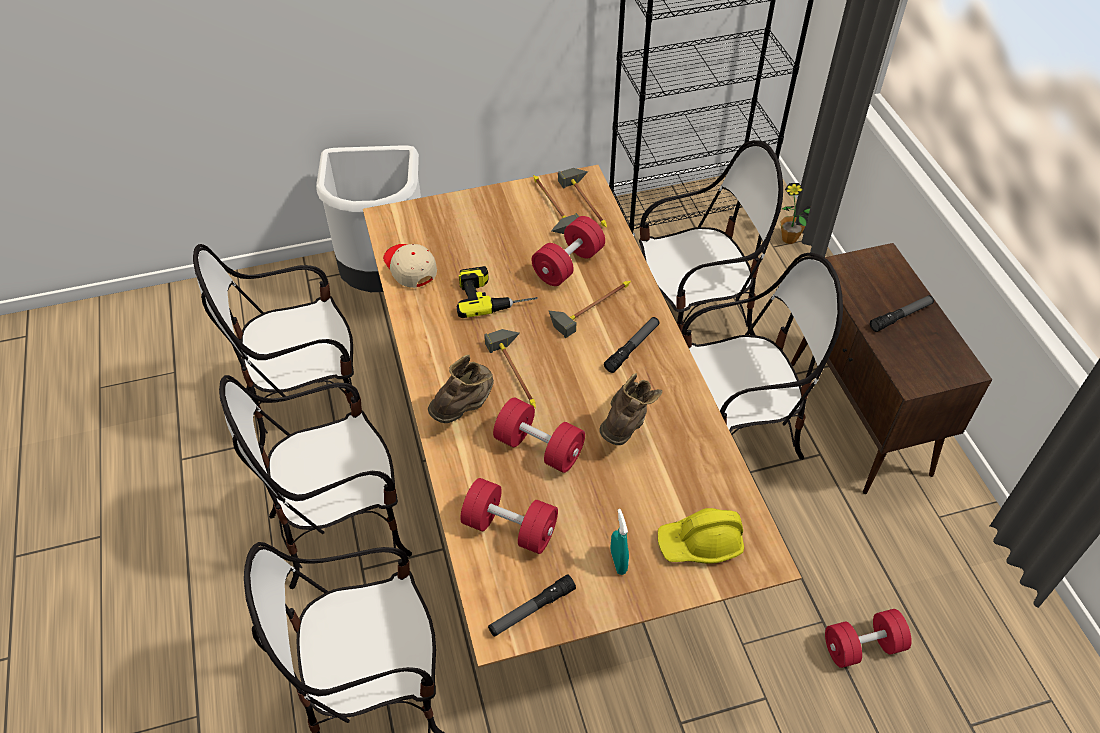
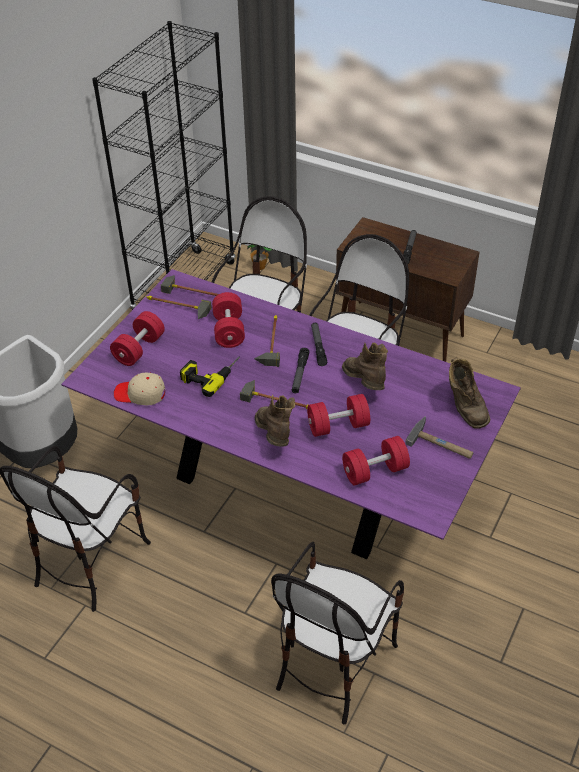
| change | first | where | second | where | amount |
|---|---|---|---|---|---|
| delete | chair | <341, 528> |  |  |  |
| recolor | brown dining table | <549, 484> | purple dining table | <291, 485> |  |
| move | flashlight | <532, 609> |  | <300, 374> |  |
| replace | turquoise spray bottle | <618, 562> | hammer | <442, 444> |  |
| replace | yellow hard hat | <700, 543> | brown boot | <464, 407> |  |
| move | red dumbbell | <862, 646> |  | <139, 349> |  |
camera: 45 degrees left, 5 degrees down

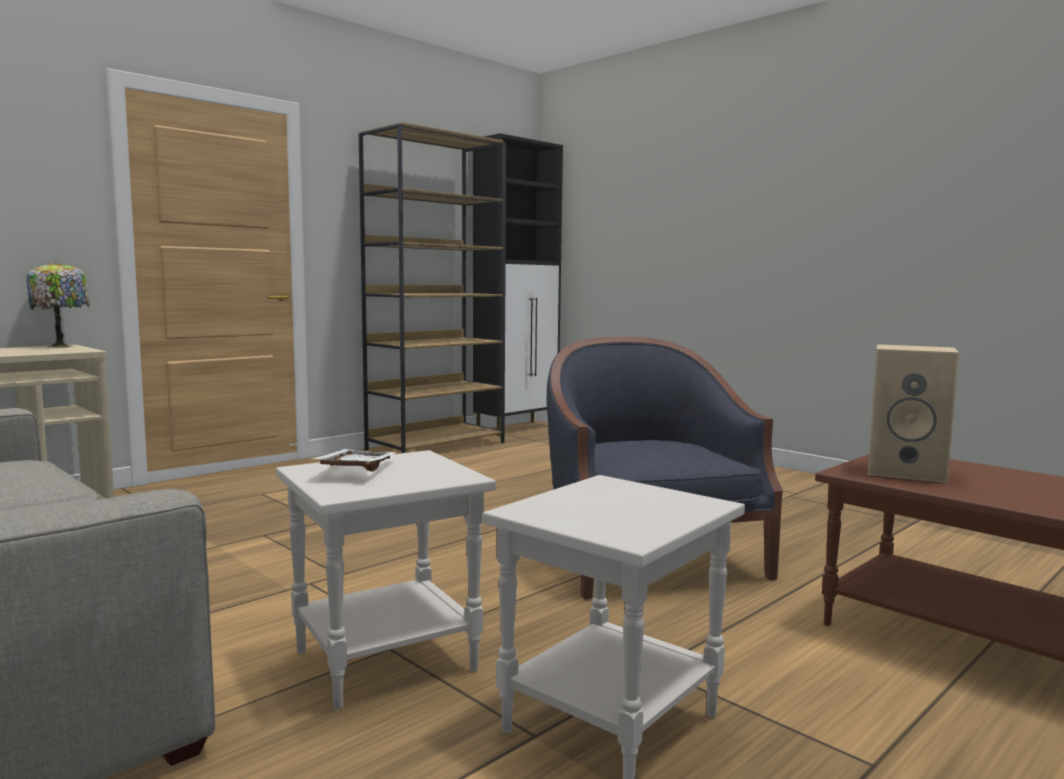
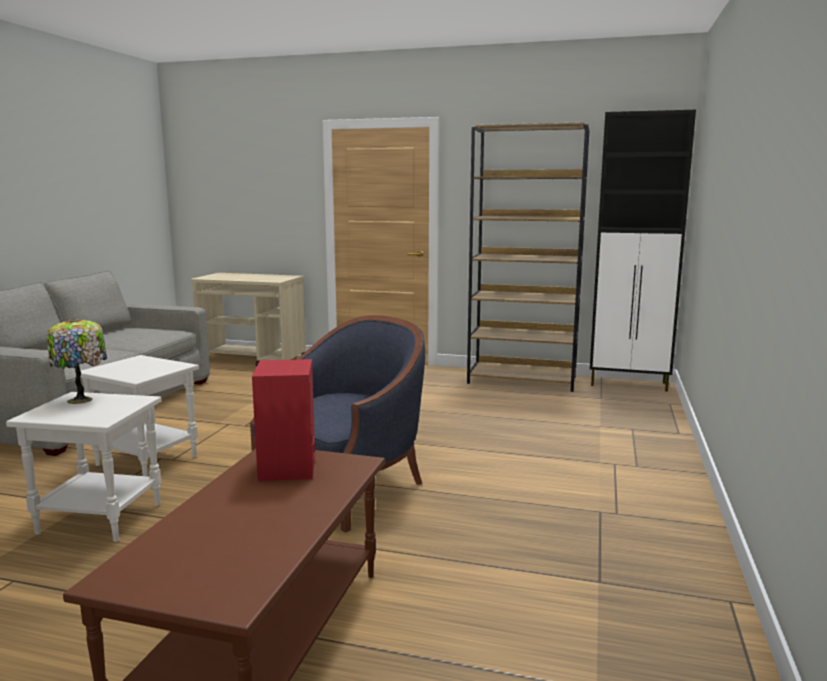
| change | first | where | second | where | amount |
|---|---|---|---|---|---|
| move | table lamp | <62, 346> |  | <82, 400> |  |
| delete | white tray | <354, 470> |  |  |  |
| recolor | beige speaker | <908, 471> | red speaker | <289, 468> |  |
camera: 60 degrees right, 5 degrees up

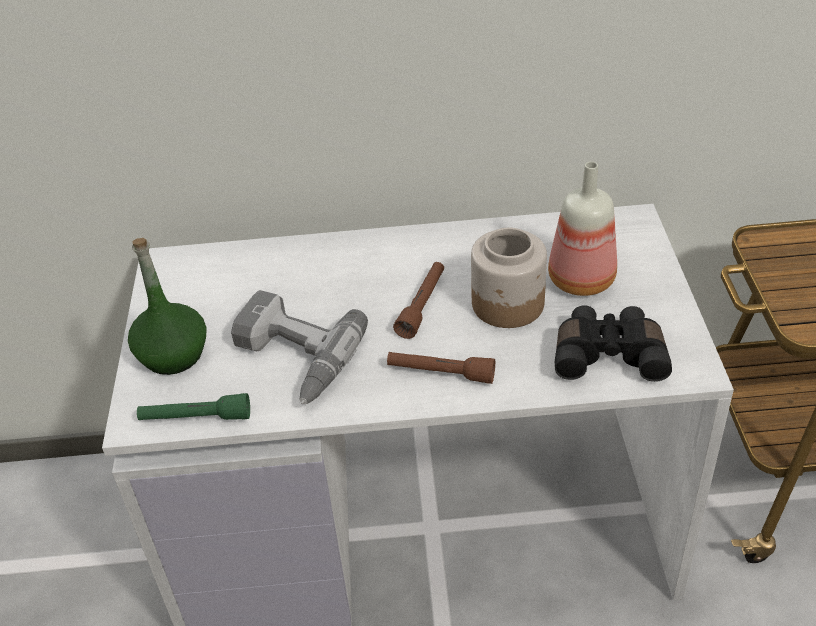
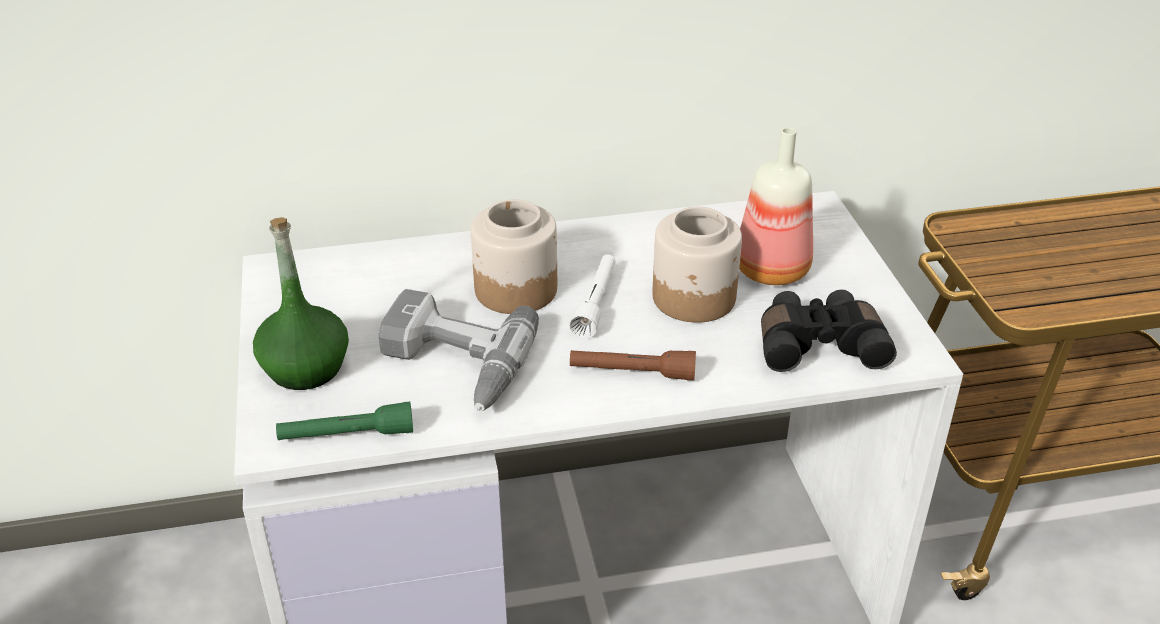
| change | first | where | second | where | amount |
|---|---|---|---|---|---|
| recolor | brown flashlight | <422, 305> | white flashlight | <596, 303> |  |
| insert |  |  | jar | <515, 289> |  |
camera: 10 degrees left, 5 degrees down

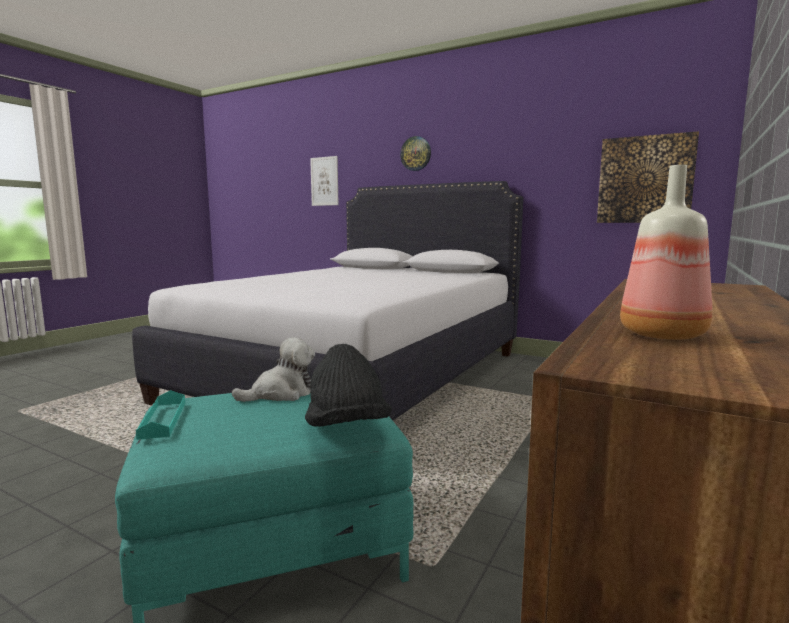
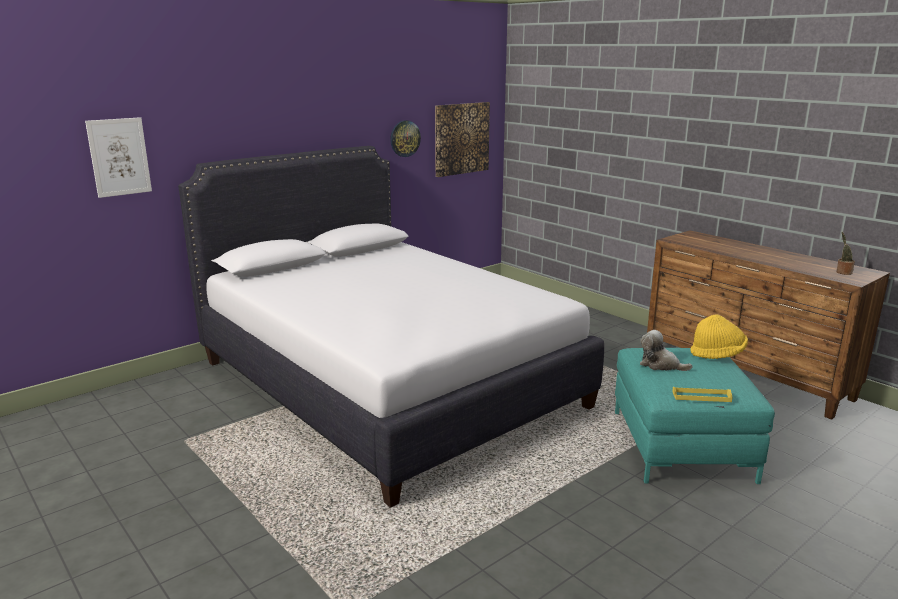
| change | first | where | second | where | amount |
|---|---|---|---|---|---|
| recolor | turquoise tray | <163, 419> | yellow tray | <701, 396> |  |
| rotate | plush toy | <281, 394> |  | <660, 365> | 45 degrees counterclockwise |
| recolor | black hat | <347, 428> | yellow hat | <717, 354> |  |
| move | wall clock | <416, 153> |  | <404, 138> |  |
| delete | bottle | <665, 335> |  |  |  |
| insert |  |  | potted plant | <843, 272> |  |
camera: 70 degrees left, 10 degrees up

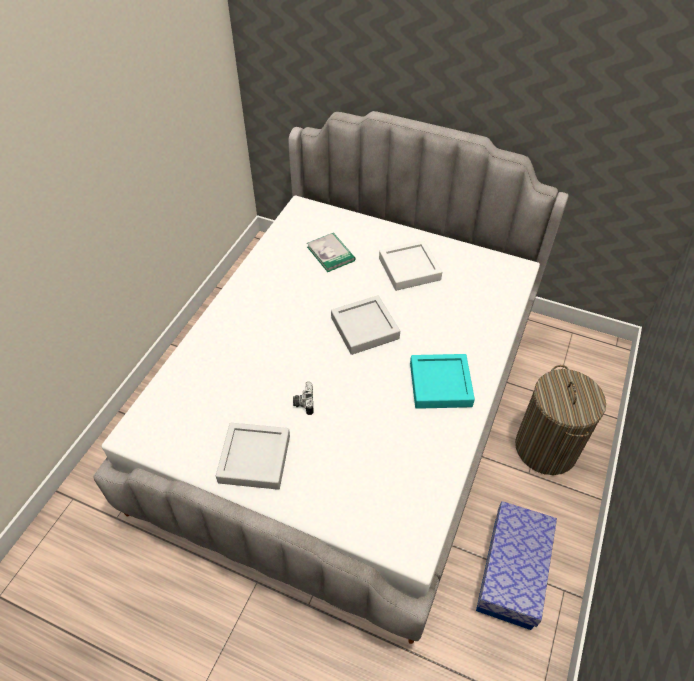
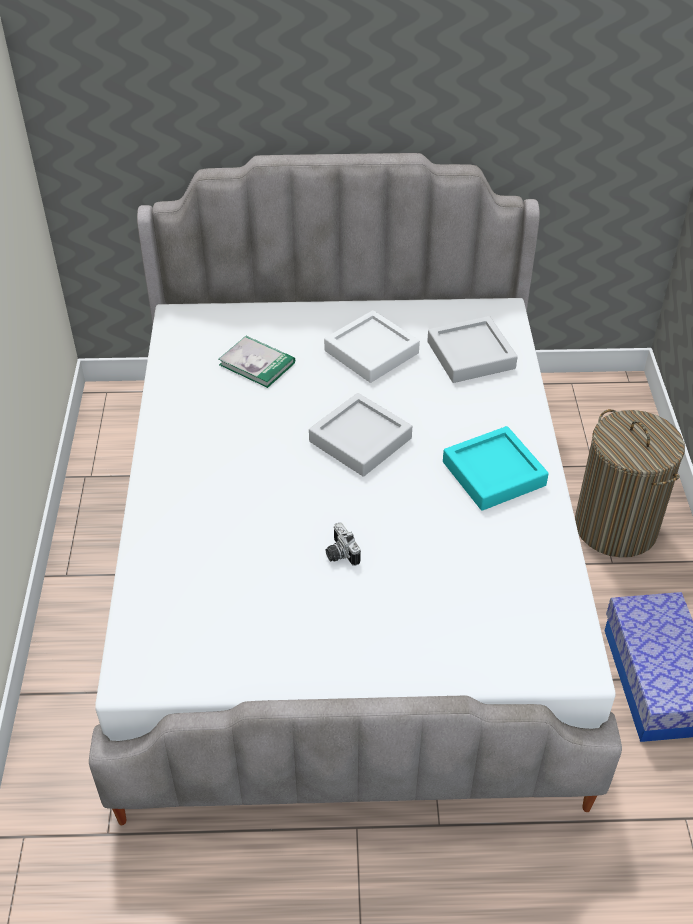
| change | first | where | second | where | amount |
|---|---|---|---|---|---|
| move | grey tray | <254, 459> |  | <471, 355> |  |
camera: 25 degrees left, 5 degrees down

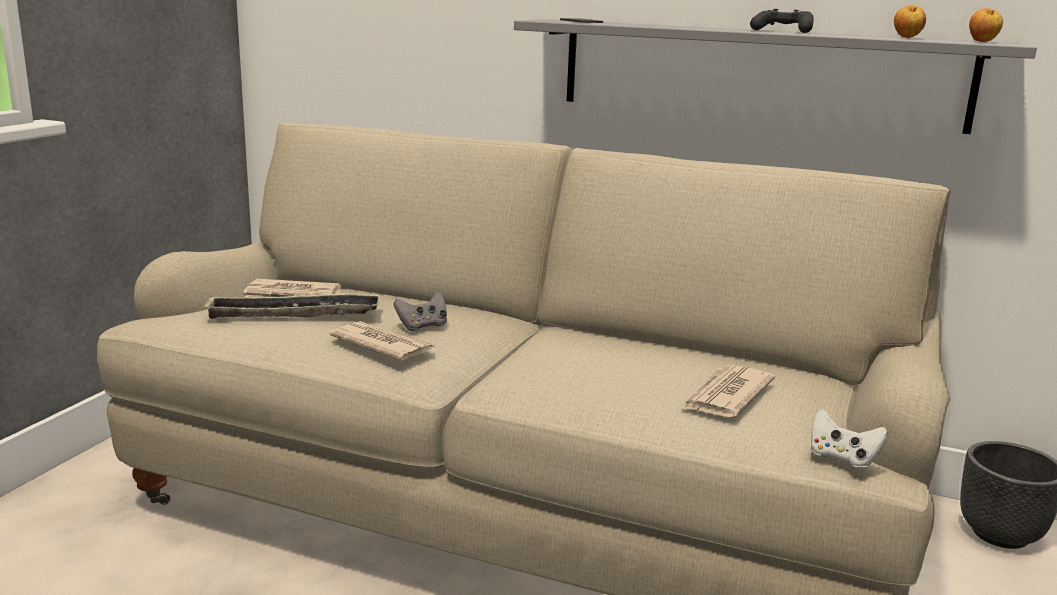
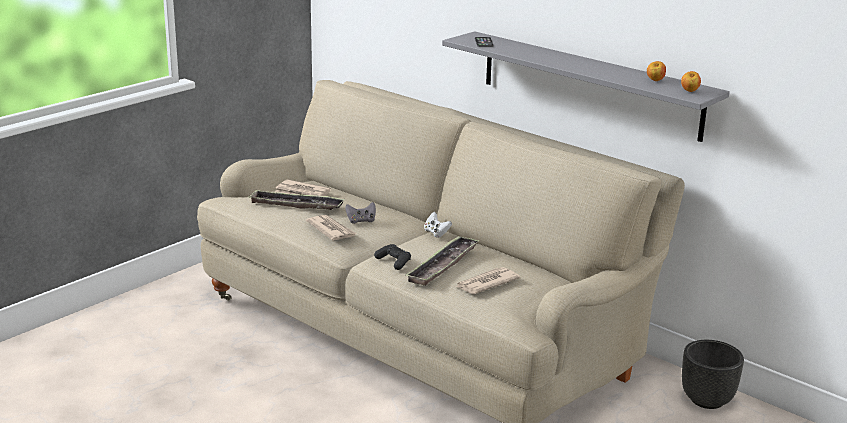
| change | first | where | second | where | amount |
|---|---|---|---|---|---|
| move | black game controller | <783, 31> |  | <393, 262> |  |
| move | white game controller | <842, 458> |  | <436, 233> |  |
| insert |  |  | tray | <443, 265> |  |
camera: 20 degrees right, 5 degrees up

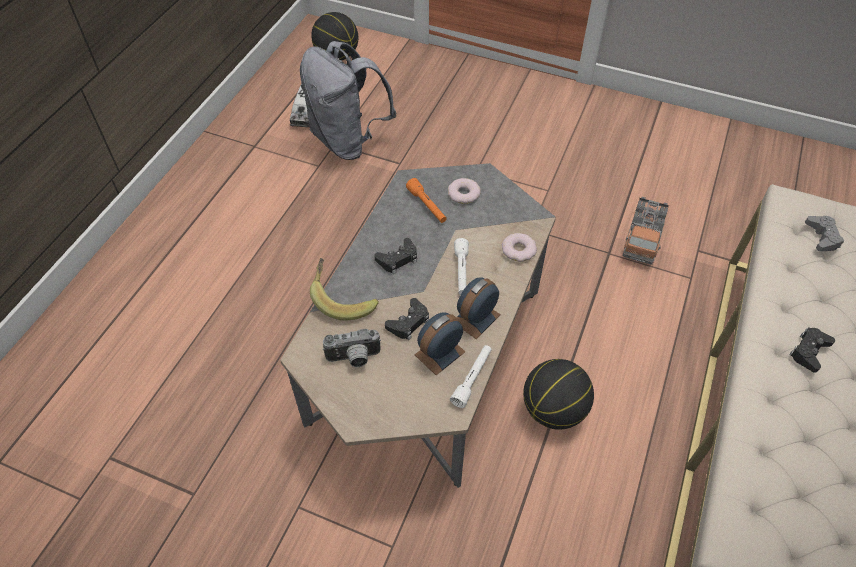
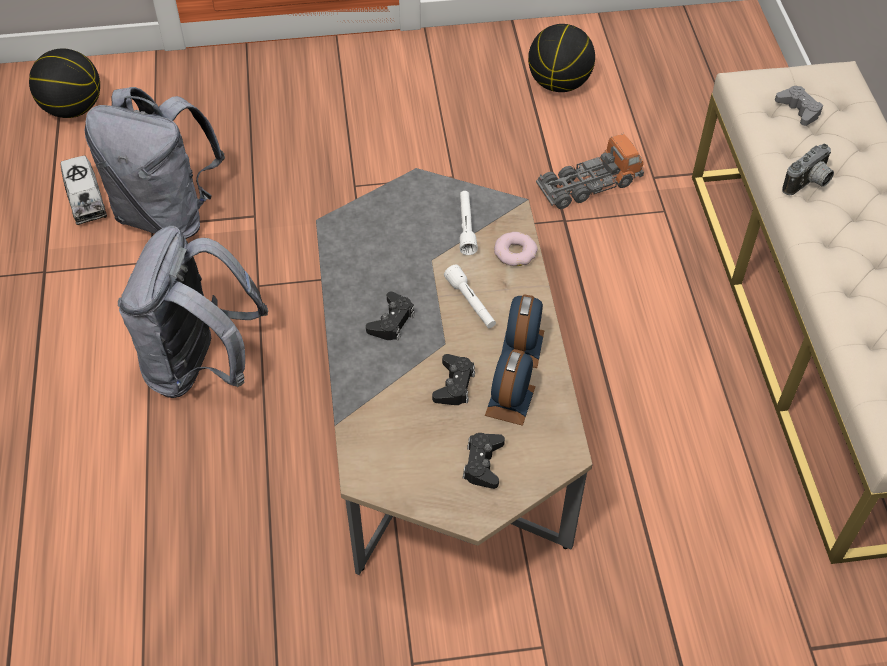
| change | first | where | second | where | amount |
|---|---|---|---|---|---|
| delete | banana | <343, 298> |  |  |  |
| move | photo camera | <354, 359> |  | <809, 184> |  |
| delete | orange flashlight | <427, 206> |  |  |  |
| delete | donut | <463, 194> |  |  |  |
| move | white flashlight | <472, 379> |  | <466, 227> |  |
| move | basketball | <553, 409> |  | <558, 83> |  |
| rotate | toy truck | <643, 236> |  | <589, 185> | 105 degrees counterclockwise |
| move | black game controller | <809, 351> |  | <483, 463> |  |
| insert |  |  | grey backpack | <201, 366> |  |
camera: 30 degrees left, 0 degrees up

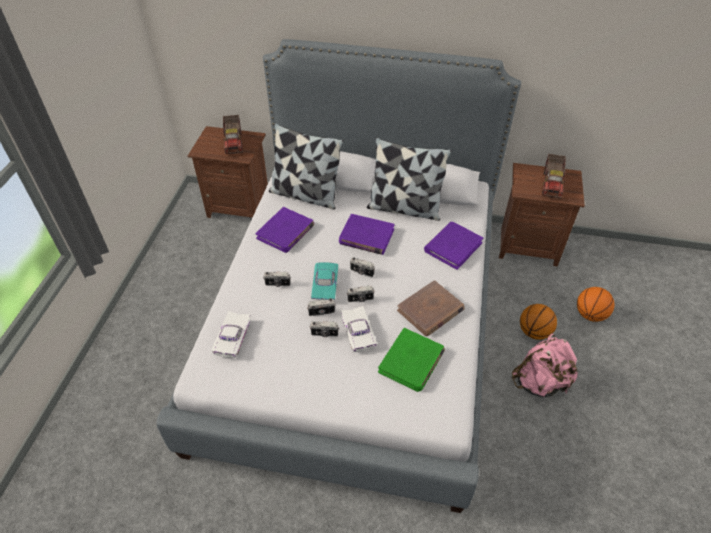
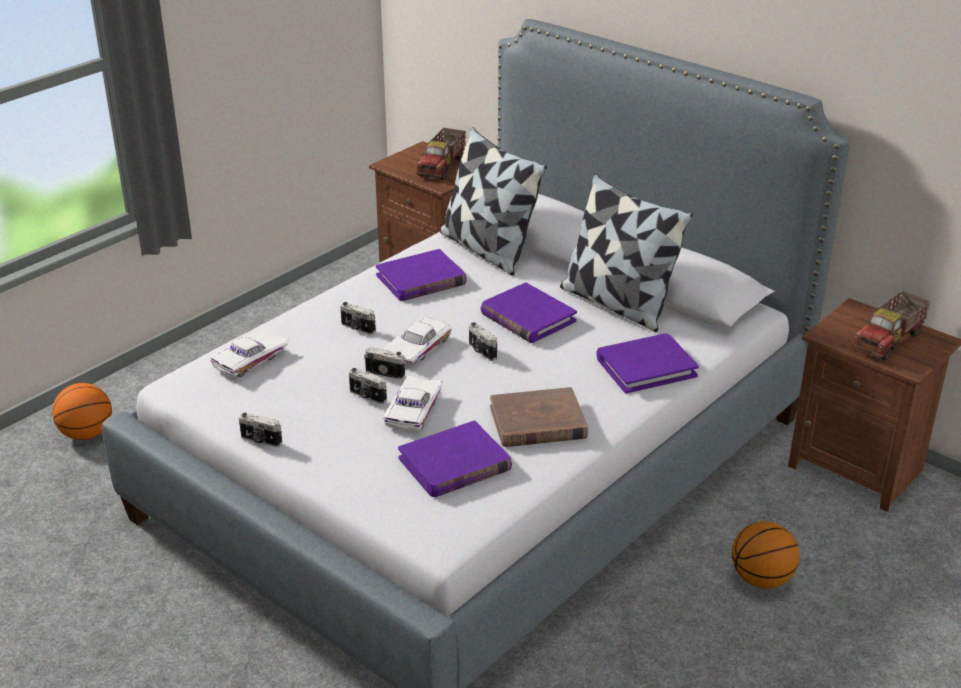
| change | first | where | second | where | amount |
|---|---|---|---|---|---|
| recolor | turquoise toy car | <323, 285> | white toy car | <416, 347> |  |
| move | photo camera | <360, 299> |  | <260, 441> |  |
| recolor | green book | <411, 361> | purple book | <455, 464> |  |
| delete | pink backpack | <540, 382> |  |  |  |
| move | basketball | <590, 314> |  | <87, 434> |  |
camera: 30 degrees right, 15 degrees down

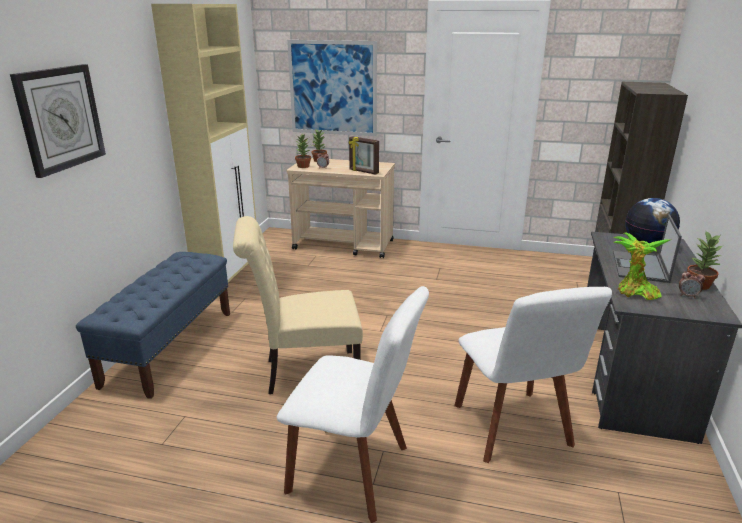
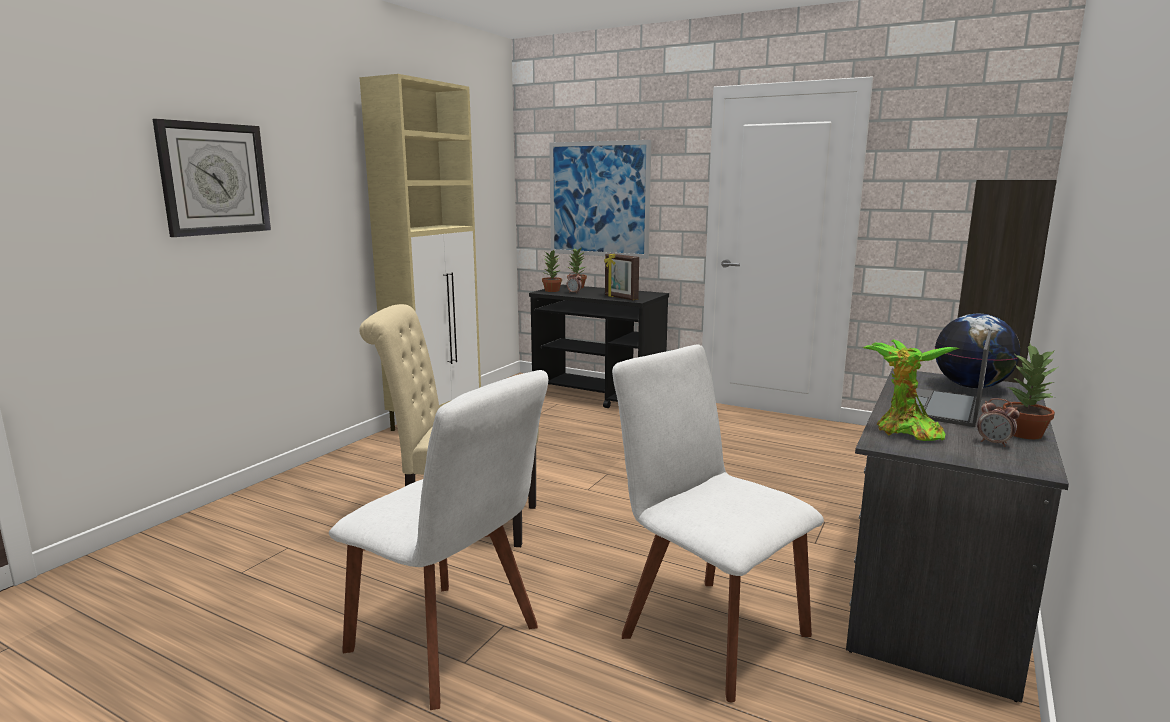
| change | first | where | second | where | amount |
|---|---|---|---|---|---|
| delete | blue bench | <170, 347> |  |  |  |
| recolor | beige cart | <344, 245> | black cart | <599, 397> |  |
| rotate | white chair | <513, 429> |  | <708, 630> | 135 degrees clockwise |
camera: 15 degrees right, 10 degrees down

